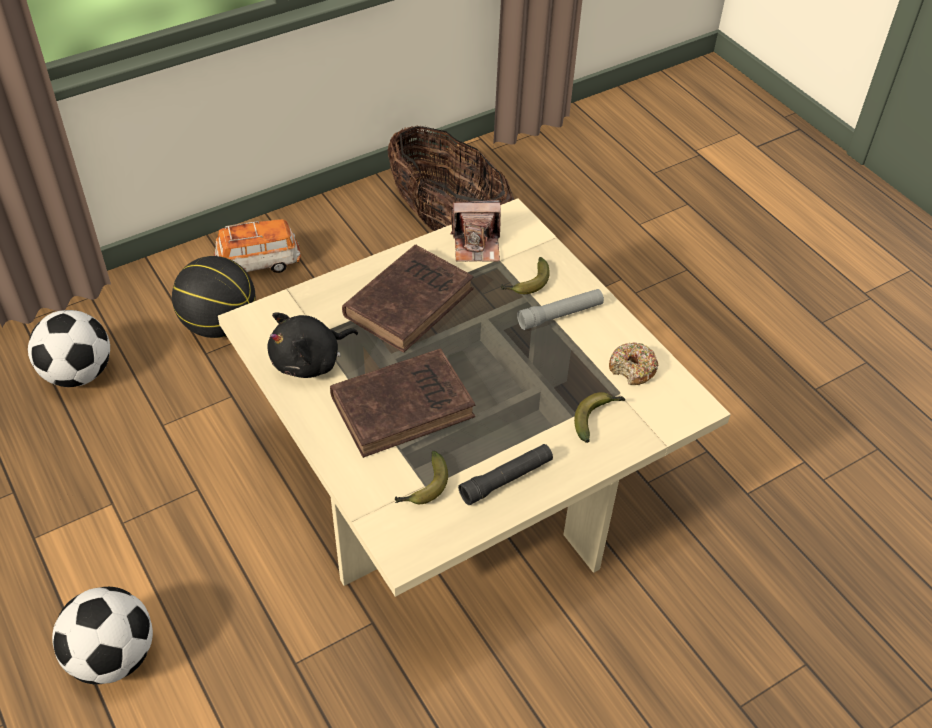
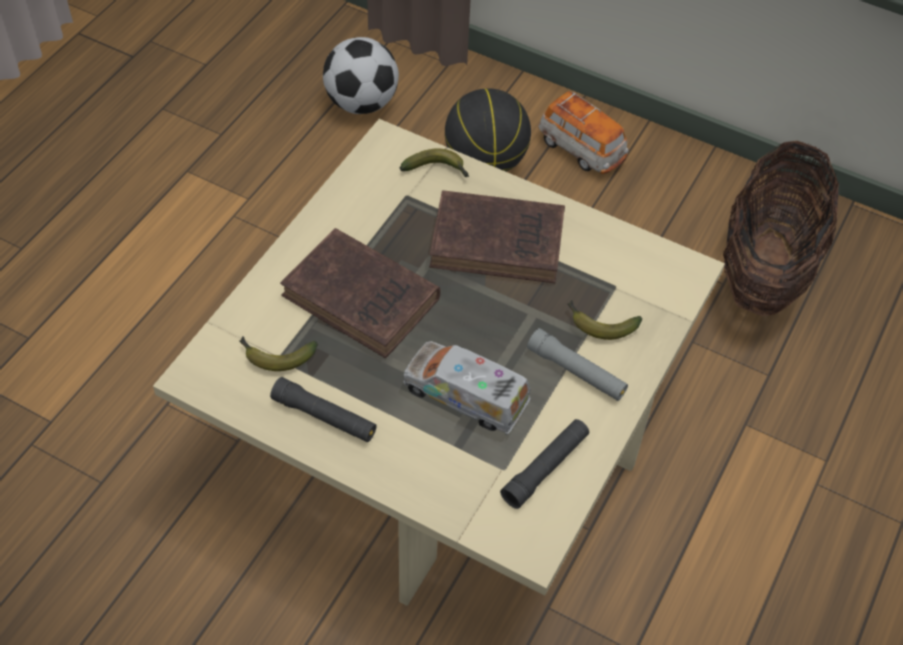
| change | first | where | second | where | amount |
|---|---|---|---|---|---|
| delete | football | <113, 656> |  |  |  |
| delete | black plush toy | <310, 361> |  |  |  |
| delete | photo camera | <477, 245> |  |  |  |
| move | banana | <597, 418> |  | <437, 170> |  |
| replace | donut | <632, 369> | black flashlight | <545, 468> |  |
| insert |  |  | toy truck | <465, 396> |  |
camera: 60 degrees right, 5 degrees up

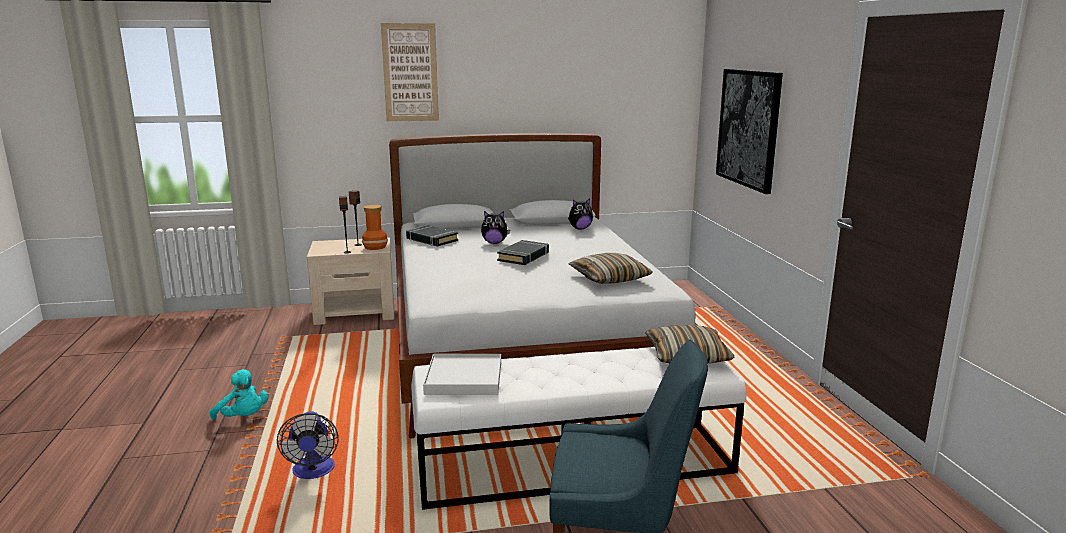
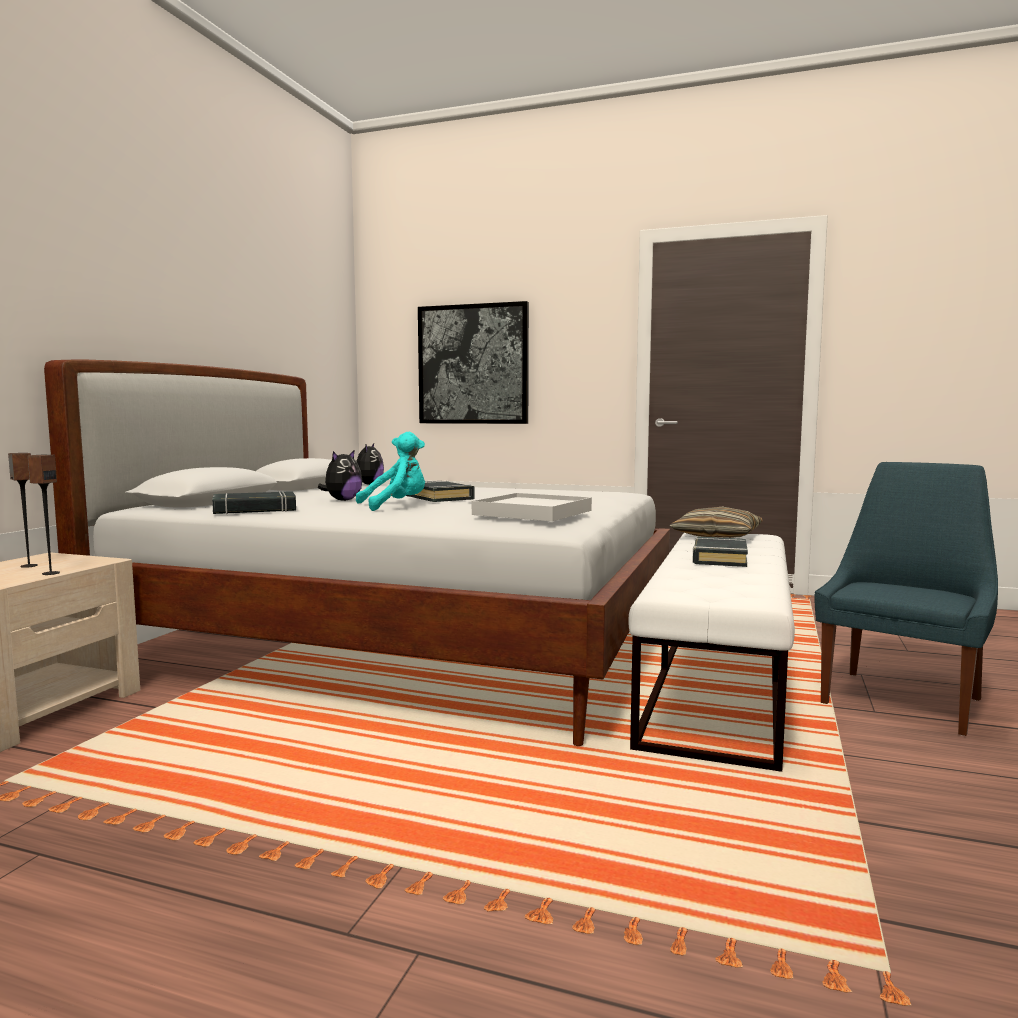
| change | first | where | second | where | amount |
|---|---|---|---|---|---|
| move | turquoise plush toy | <243, 418> |  | <396, 506> |  |
| delete | fan | <313, 472> |  |  |  |
| delete | vase | <375, 247> |  |  |  |
| delete | picture | <410, 72> |  |  |  |
| move | white tray | <464, 378> |  | <532, 512> |  |
| delete | pillow | <609, 278> |  |  |  |
| insert |  |  | black book | <719, 558> |  |
camera: 60 degrees left, 10 degrees down

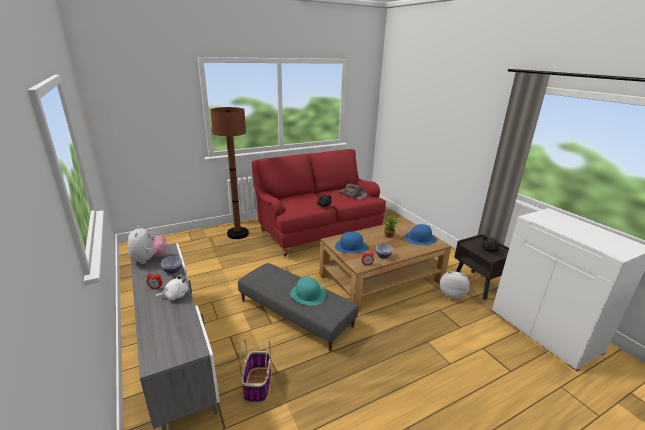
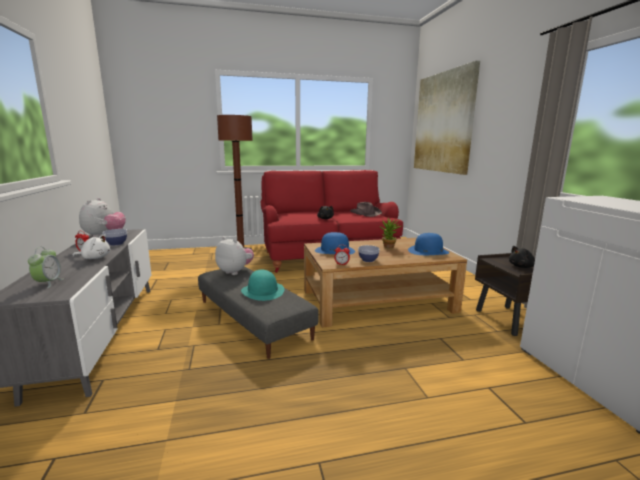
| change | first | where | second | where | amount |
|---|---|---|---|---|---|
| delete | basket | <257, 384> |  |  |  |
| move | plush toy | <451, 294> |  | <235, 271> |  |
| insert |  |  | alarm clock | <48, 283> |  |
| insert |  |  | picture | <443, 122> |  |
camera: 15 degrees right, 10 degrees down

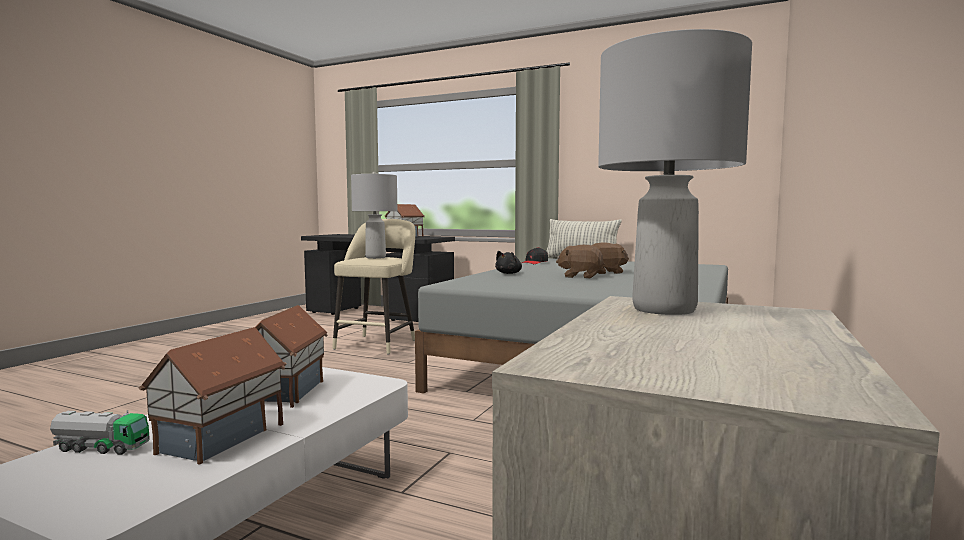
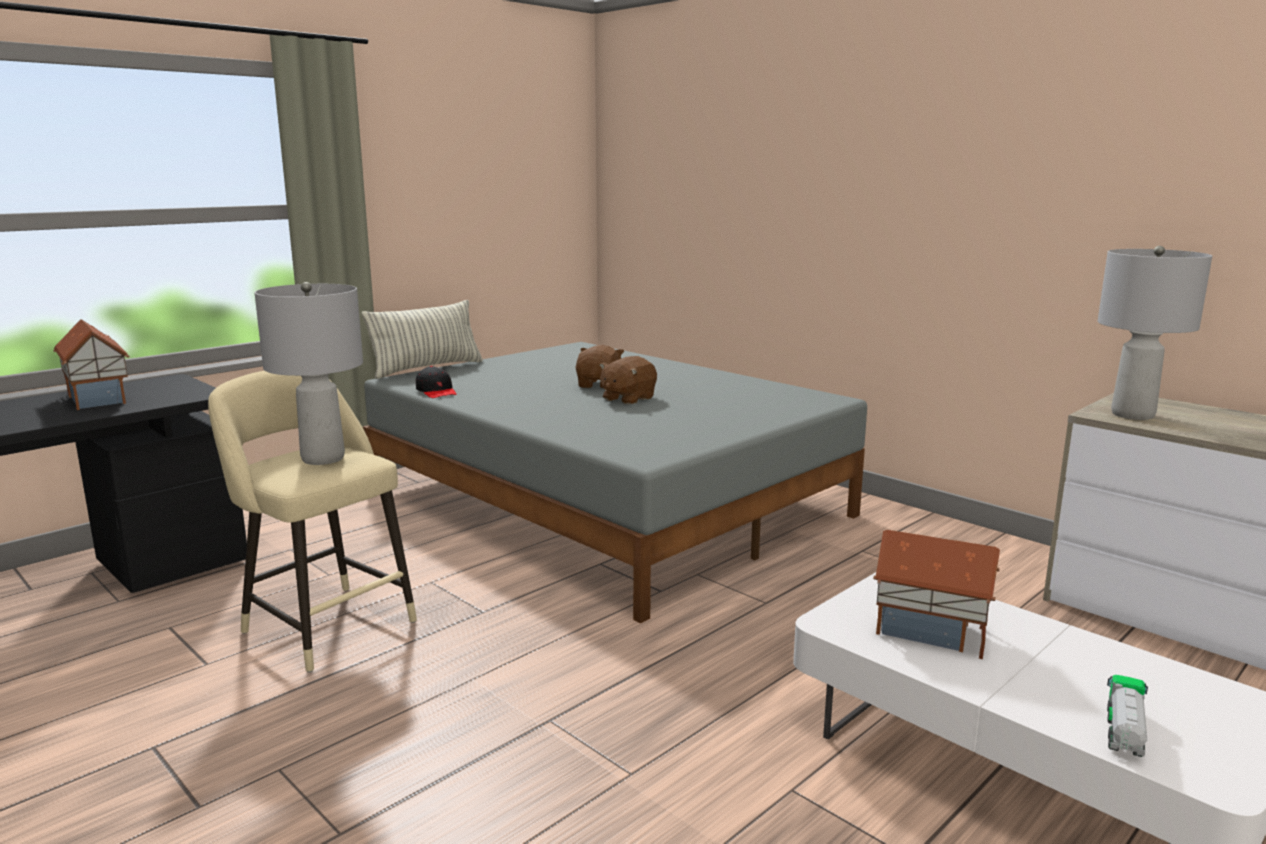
| change | first | where | second | where | amount |
|---|---|---|---|---|---|
| delete | toy house | <223, 439> |  |  |  |
| delete | black plush toy | <509, 273> |  |  |  |
camera: 70 degrees left, 10 degrees up

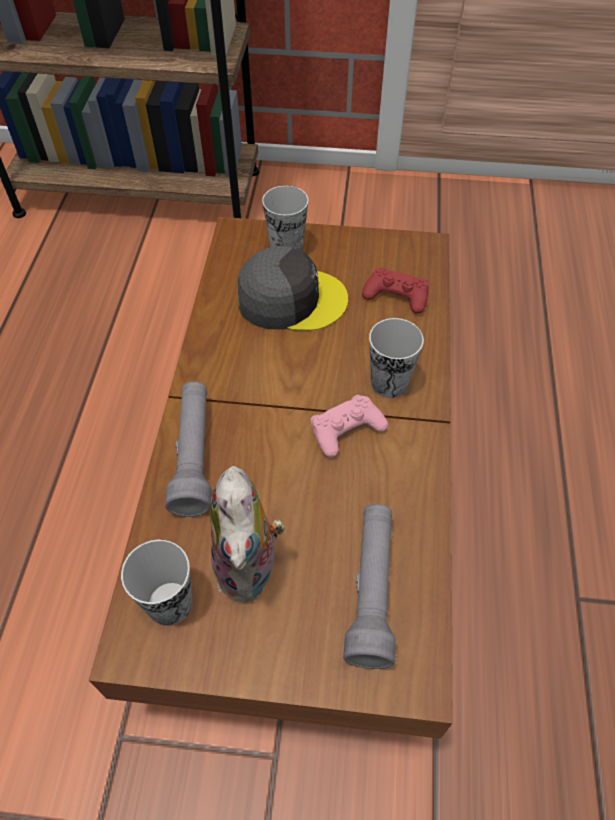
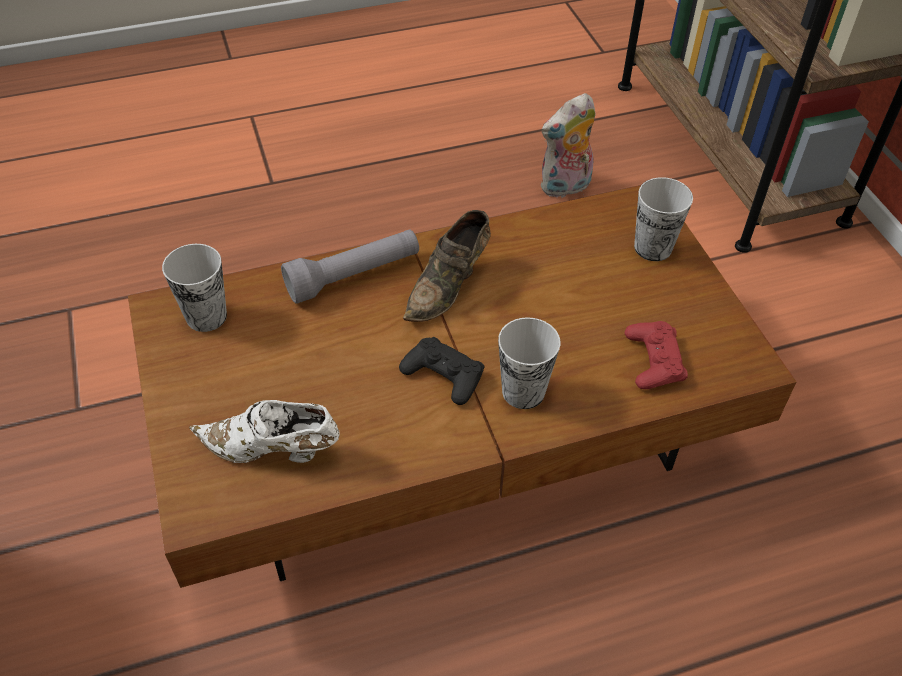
| change | first | where | second | where | amount |
|---|---|---|---|---|---|
| move | plush toy | <250, 567> |  | <565, 187> |  |
| delete | grey cap | <290, 299> |  |  |  |
| recolor | pink game controller | <346, 429> | black game controller | <443, 375> |  |
| replace | grey flashlight | <371, 590> | white shoe | <273, 451> |  |
| insert |  |  | brown shoe | <449, 286> |  |
camera: 65 degrees right, 5 degrees down

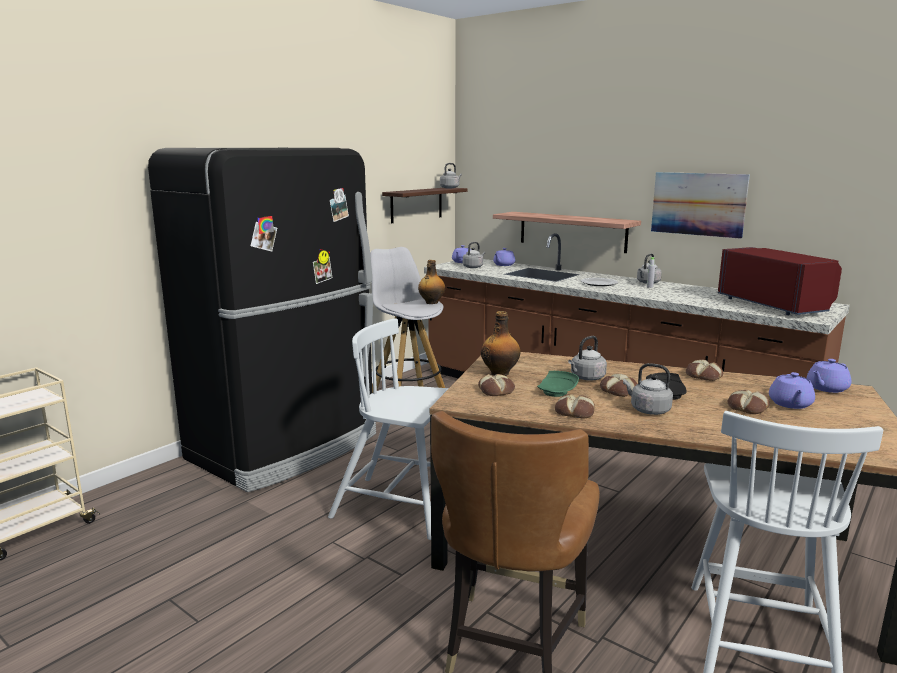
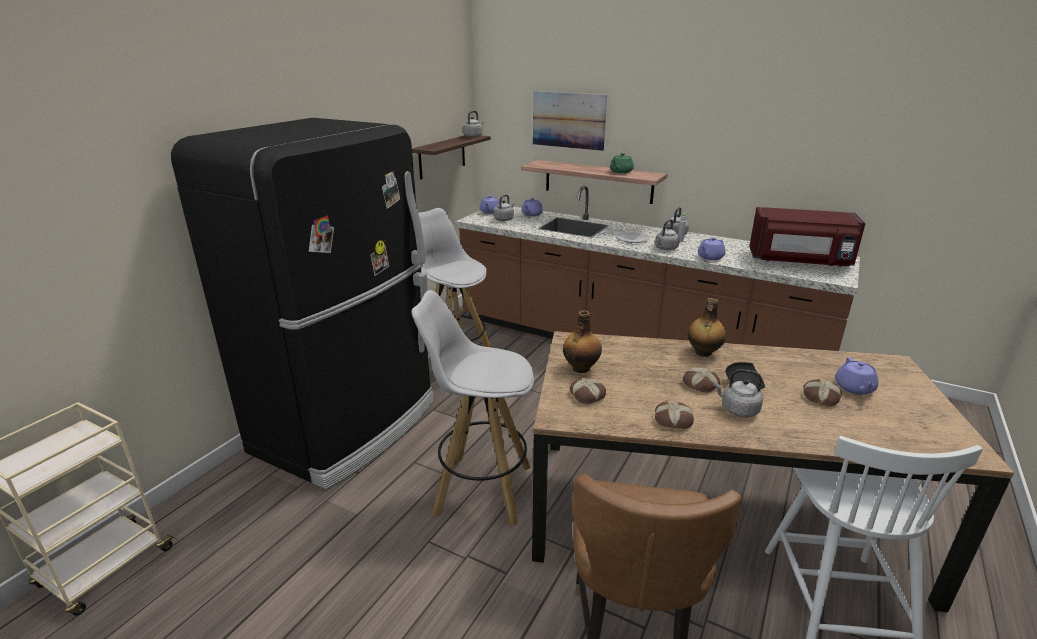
| change | first | where | second | where | amount |
|---|---|---|---|---|---|
| replace | white chair | <399, 507> | white stool | <481, 489> |  |
| move | bottle | <431, 303> |  | <703, 353> |  |
| delete | green plate | <557, 392> |  |  |  |
| move | grey kettle | <586, 378> |  | <665, 248> |  |
| move | picture | <698, 204> |  | <568, 120> |  |
| delete | bread | <703, 376> |  |  |  |
| rotate | red microwave | <775, 305> |  | <799, 261> | 135 degrees clockwise |
| move | purple teapot | <826, 388> |  | <710, 257> |  |
| insert |  |  | green teapot | <620, 172> |  |
camera: 10 degrees left, 10 degrees up

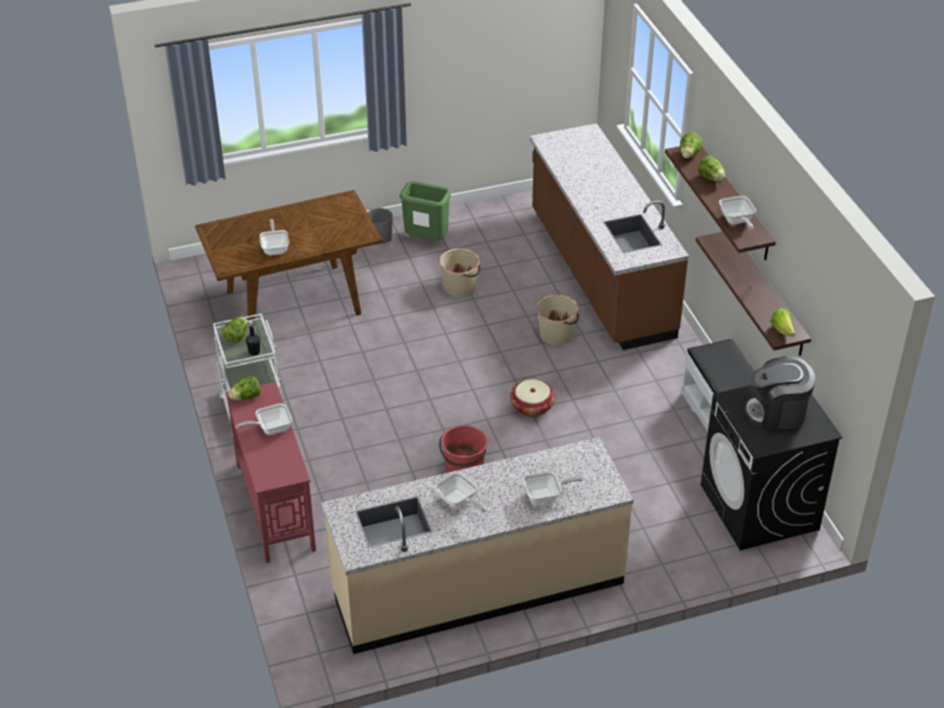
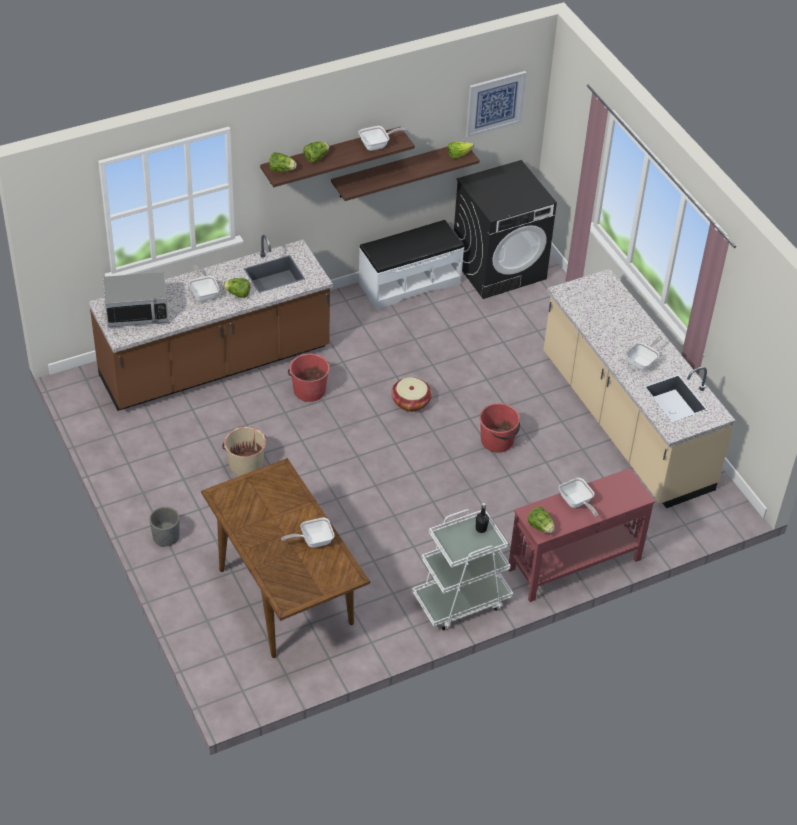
| change | first | where | second | where | amount |
|---|---|---|---|---|---|
| move | lettuce | <236, 336> |  | <238, 294> |  |
| delete | green trash can | <427, 241> |  |  |  |
| move | frying pan | <546, 496> |  | <203, 293> |  |
| recolor | beige bucket | <557, 334> | red bucket | <309, 390> |  |
| delete | coffee machine | <777, 413> |  |  |  |
| insert |  |  | microwave | <137, 313> |  |
| insert |  |  | picture | <495, 103> |  |
camera: 100 degrees left, 5 degrees up

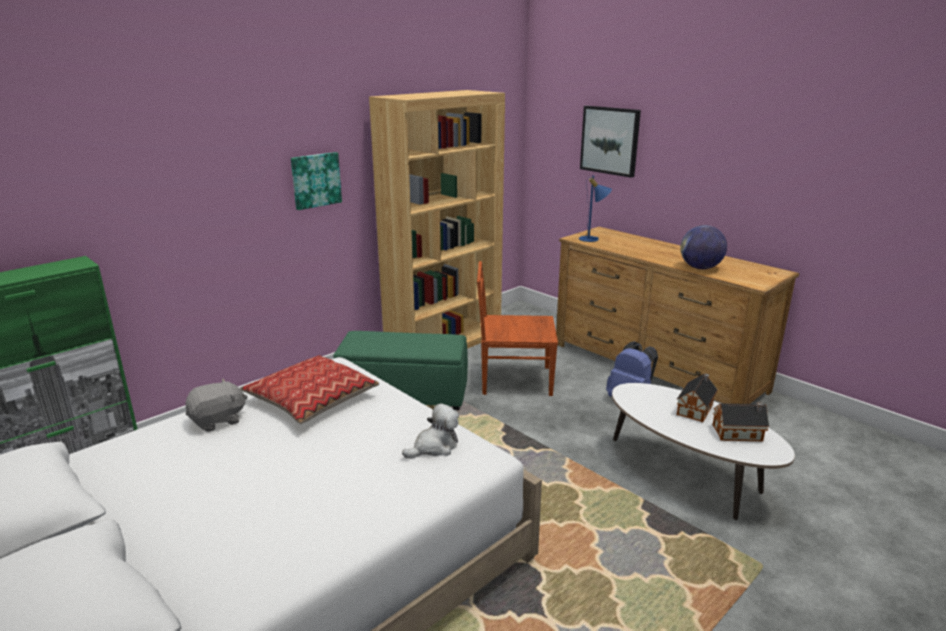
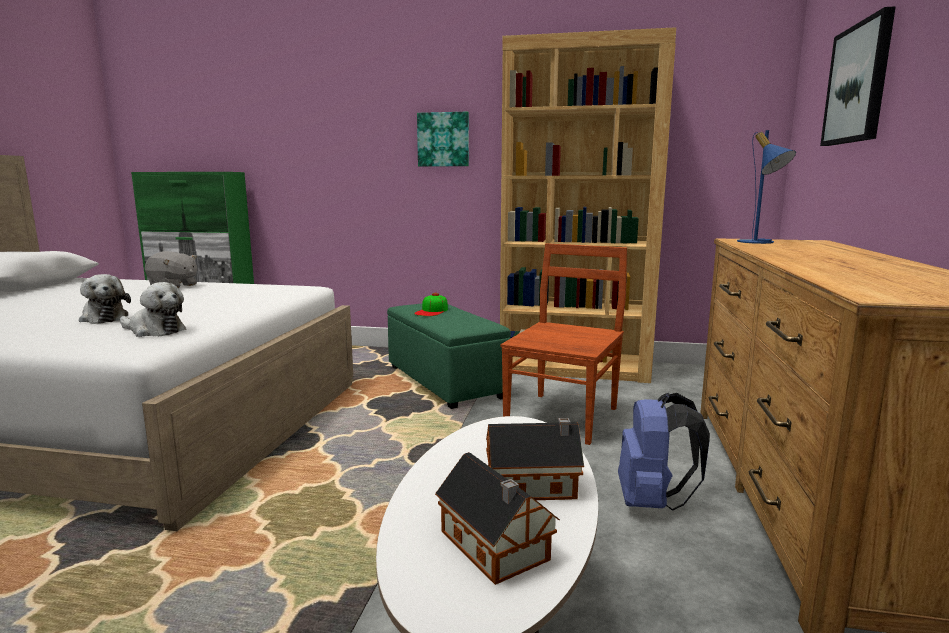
| change | first | where | second | where | amount |
|---|---|---|---|---|---|
| delete | pillow | <311, 399> |  |  |  |
| rotate | brown chair | <514, 380> |  | <563, 416> | 60 degrees clockwise |
| delete | globe | <700, 268> |  |  |  |
| insert |  |  | plush toy | <104, 318> |  |
| insert |  |  | cap | <432, 311> |  |
camera: 55 degrees right, 10 degrees down

